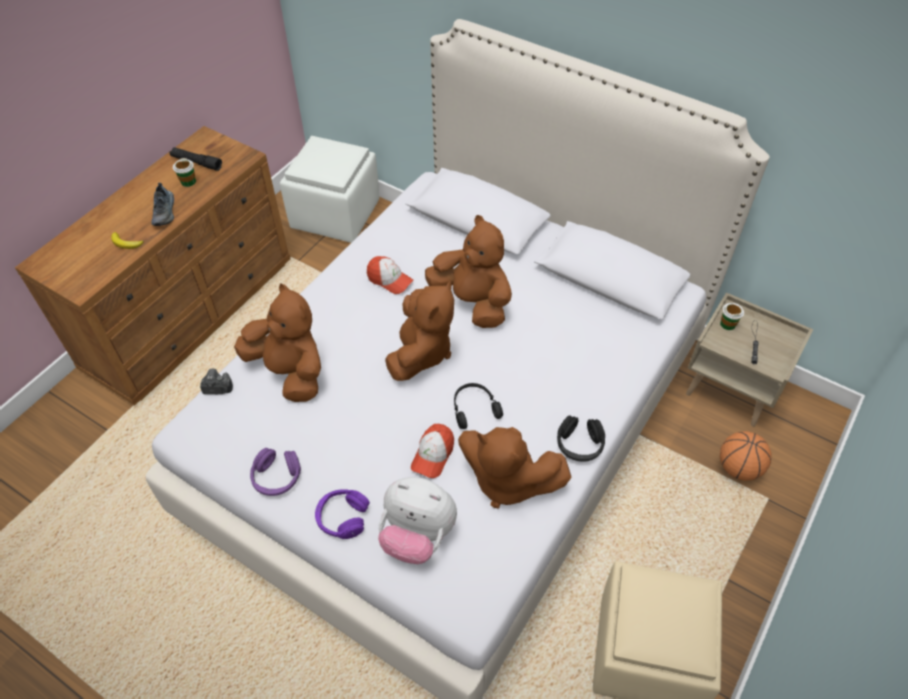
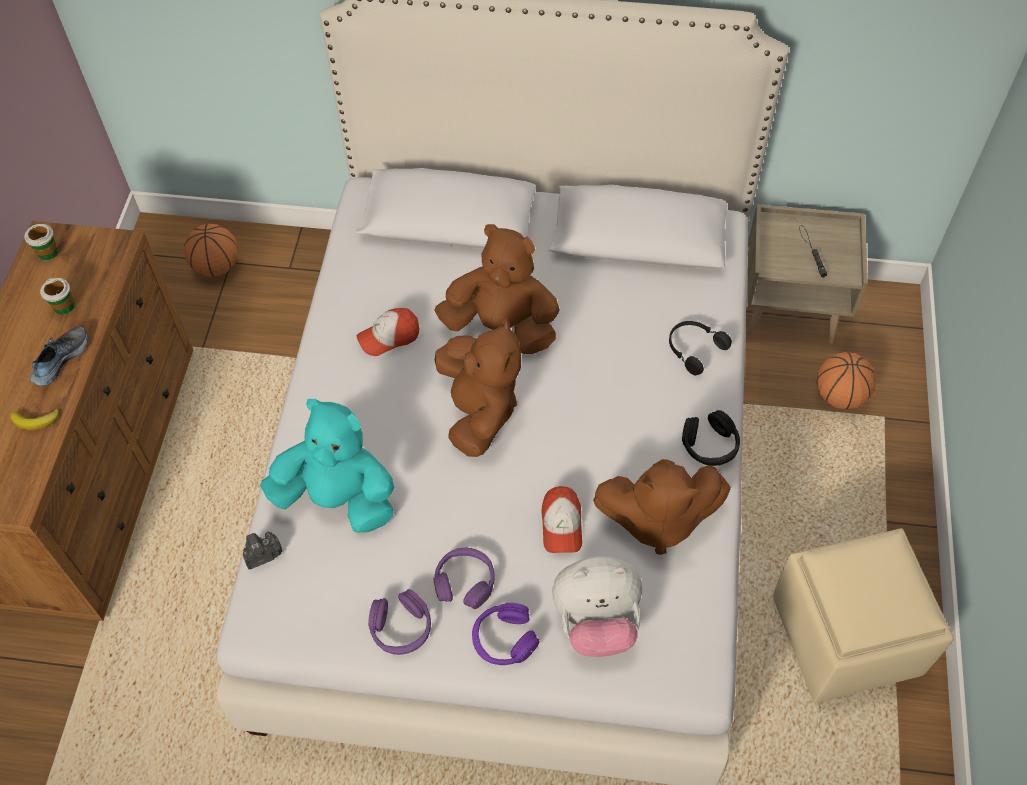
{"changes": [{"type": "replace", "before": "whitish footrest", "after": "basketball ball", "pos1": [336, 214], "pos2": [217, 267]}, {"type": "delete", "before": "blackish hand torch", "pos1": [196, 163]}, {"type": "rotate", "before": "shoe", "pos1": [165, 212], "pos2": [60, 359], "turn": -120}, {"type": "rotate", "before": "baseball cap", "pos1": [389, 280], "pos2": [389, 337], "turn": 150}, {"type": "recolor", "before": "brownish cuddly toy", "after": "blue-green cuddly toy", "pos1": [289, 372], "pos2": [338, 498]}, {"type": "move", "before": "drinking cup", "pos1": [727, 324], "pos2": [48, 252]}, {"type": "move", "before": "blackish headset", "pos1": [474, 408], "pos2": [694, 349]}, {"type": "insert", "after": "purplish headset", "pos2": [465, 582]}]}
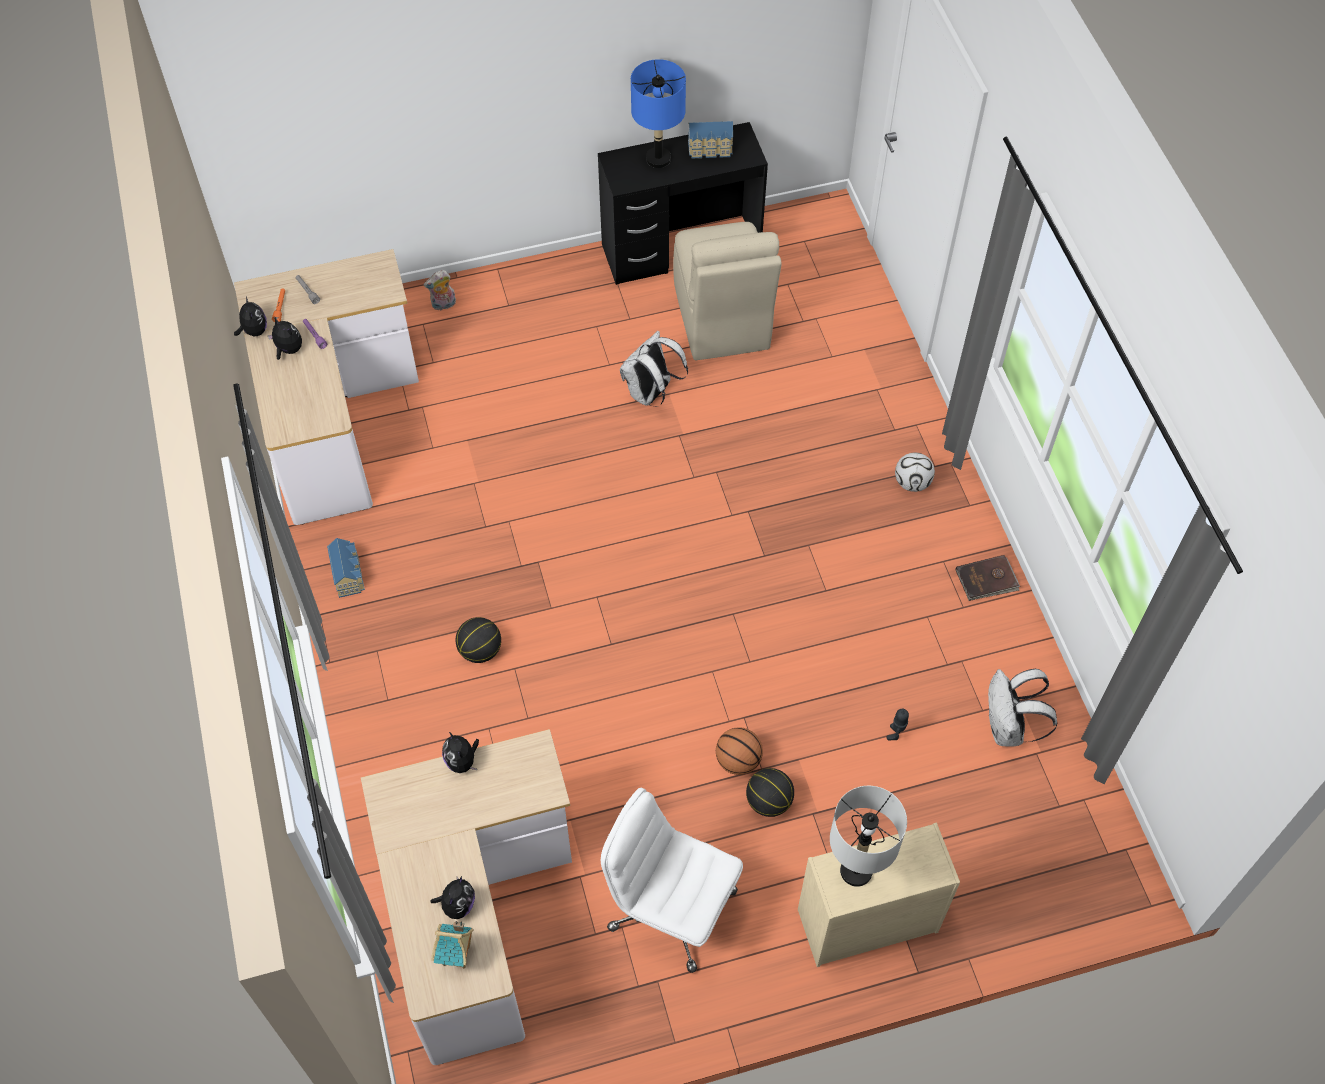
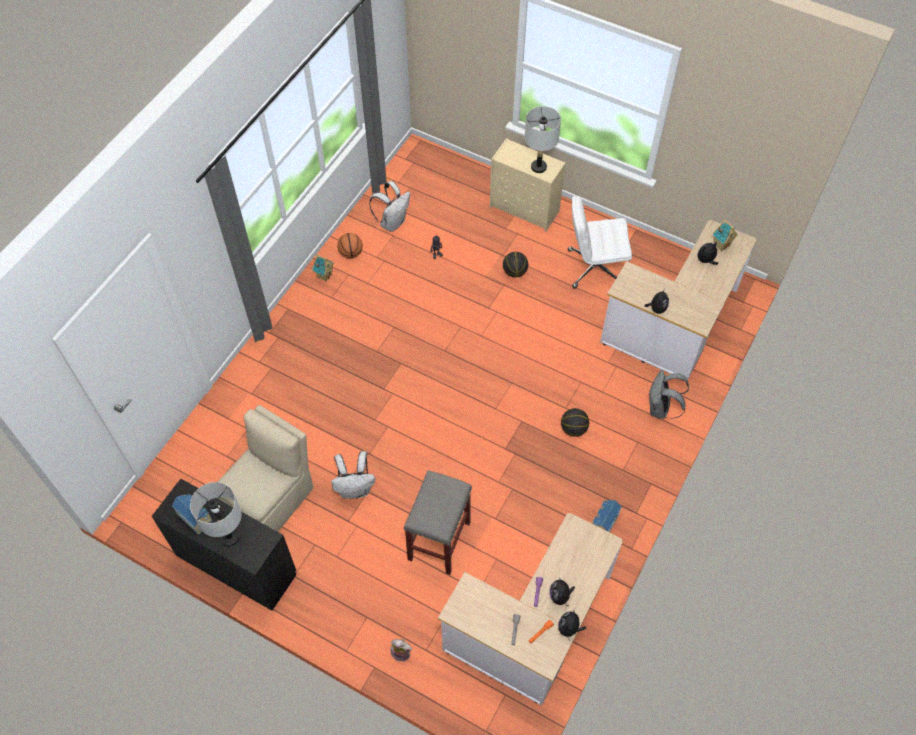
{"changes": [{"type": "recolor", "before": "bluish tabletop lamp", "after": "gray tabletop lamp", "pos1": [658, 159], "pos2": [229, 537]}, {"type": "delete", "before": "ball for football", "pos1": [912, 482]}, {"type": "replace", "before": "brownish volume", "after": "toy house", "pos1": [987, 580], "pos2": [324, 275]}, {"type": "move", "before": "basketball ball", "pos1": [738, 760], "pos2": [351, 253]}, {"type": "rotate", "before": "whitish office chair", "pos1": [670, 909], "pos2": [594, 268], "turn": 105}, {"type": "insert", "after": "gray knapsack", "pos2": [660, 409]}, {"type": "insert", "after": "gray stool seat", "pos2": [439, 540]}]}
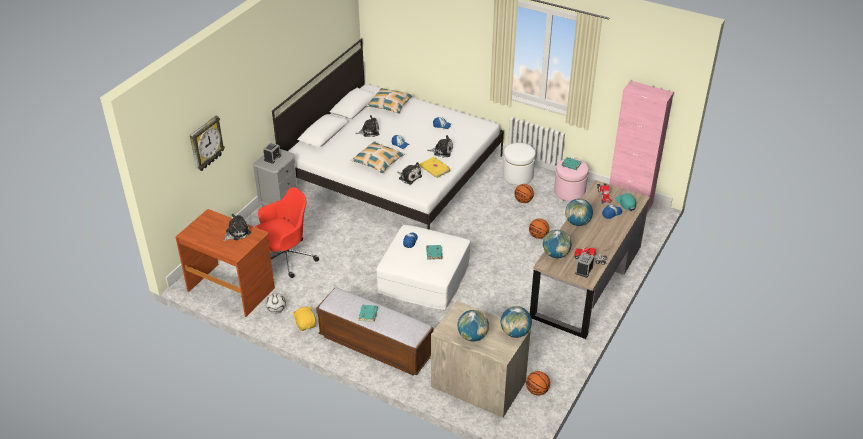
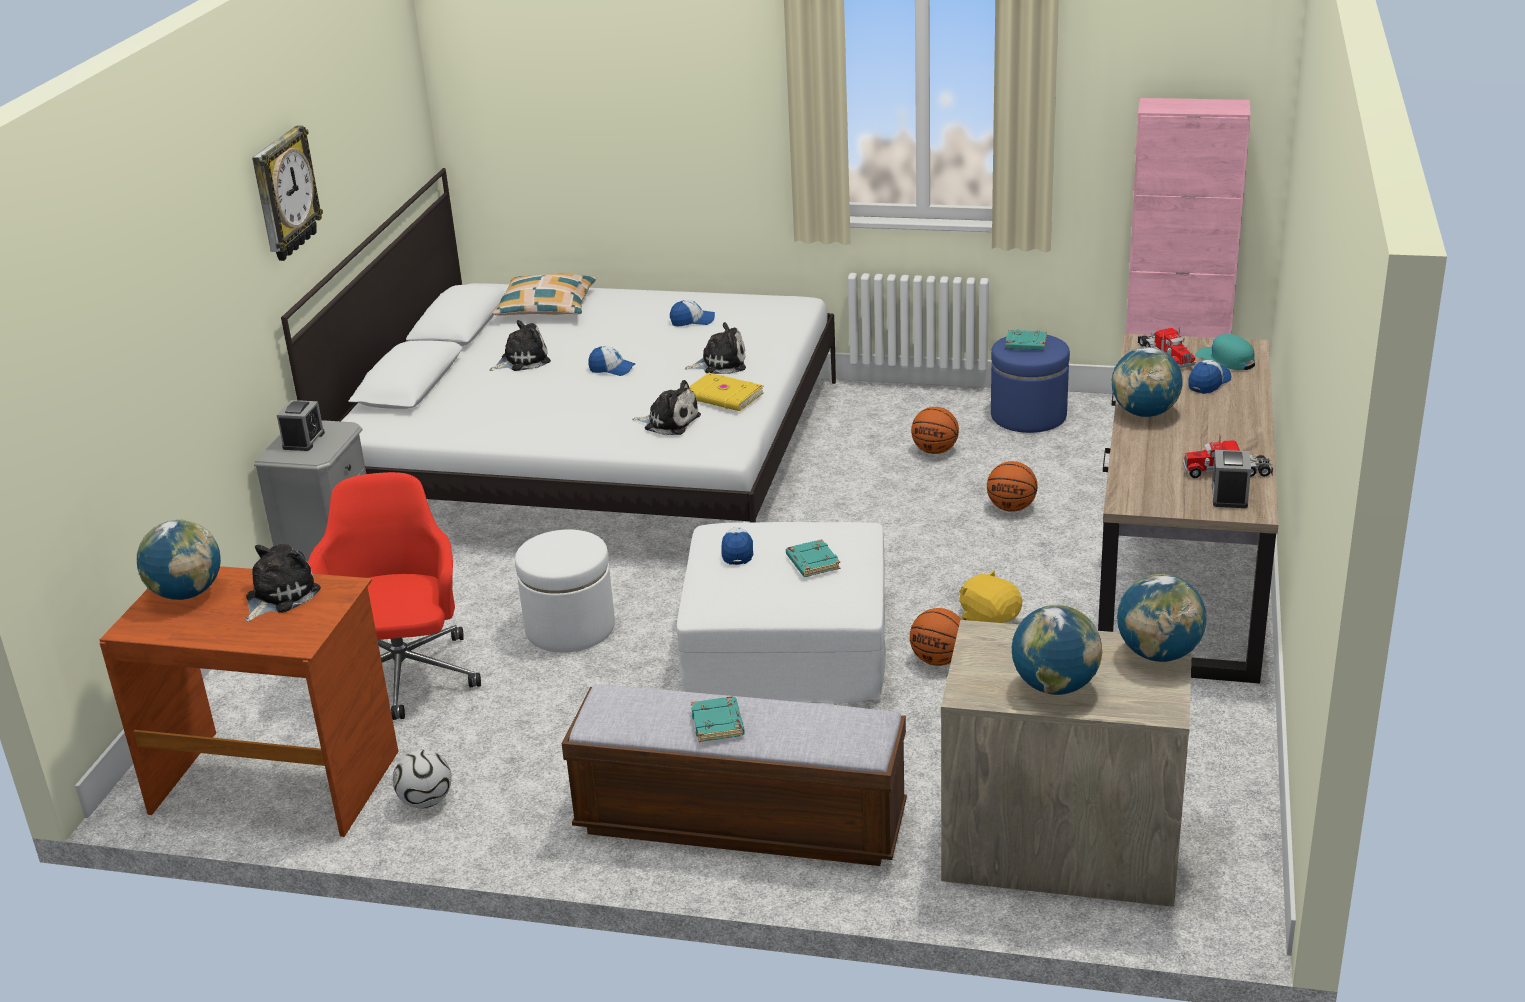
{"changes": [{"type": "move", "before": "hanging clock", "pos1": [206, 144], "pos2": [284, 194]}, {"type": "delete", "before": "pillow", "pos1": [378, 161]}, {"type": "move", "before": "whitish footrest", "pos1": [518, 176], "pos2": [570, 628]}, {"type": "recolor", "before": "pink-coloured footrest", "after": "bluish footrest", "pos1": [569, 192], "pos2": [1028, 416]}, {"type": "rotate", "before": "red-coloured office chair", "pos1": [286, 258], "pos2": [401, 679], "turn": -45}, {"type": "move", "before": "globe", "pos1": [555, 254], "pos2": [187, 593]}, {"type": "move", "before": "yellow-coloured cuddly toy", "pos1": [306, 324], "pos2": [989, 619]}, {"type": "move", "before": "basketball ball", "pos1": [537, 391], "pos2": [938, 660]}]}
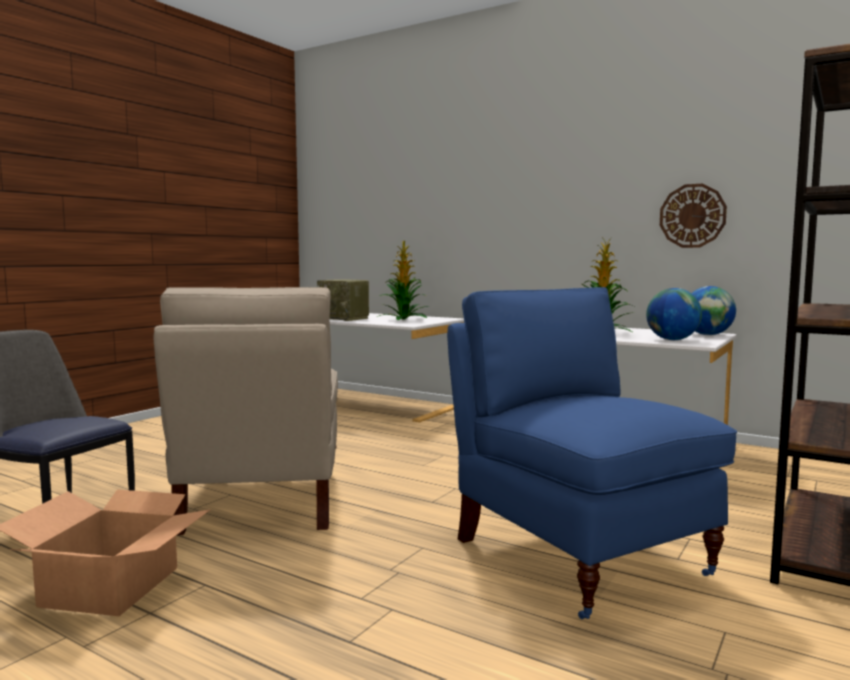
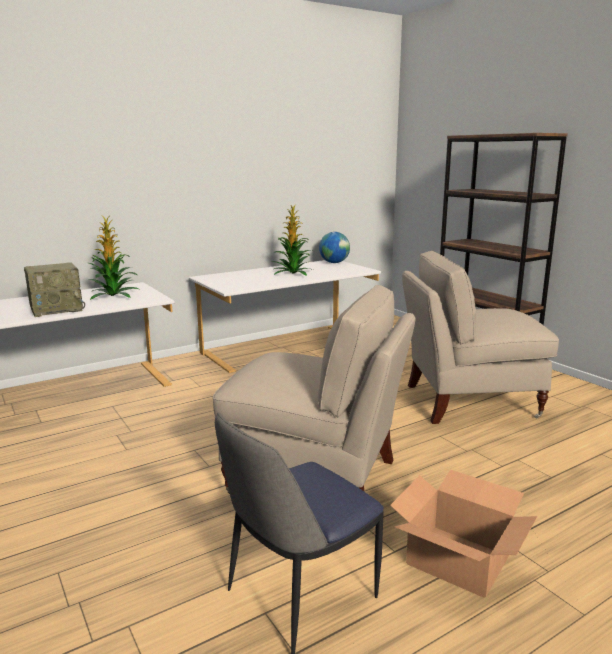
{"changes": [{"type": "delete", "before": "hanging clock", "pos1": [692, 216]}, {"type": "recolor", "before": "bluish upright chair", "after": "beige upright chair", "pos1": [577, 555], "pos2": [468, 401]}, {"type": "delete", "before": "globe", "pos1": [672, 340]}]}
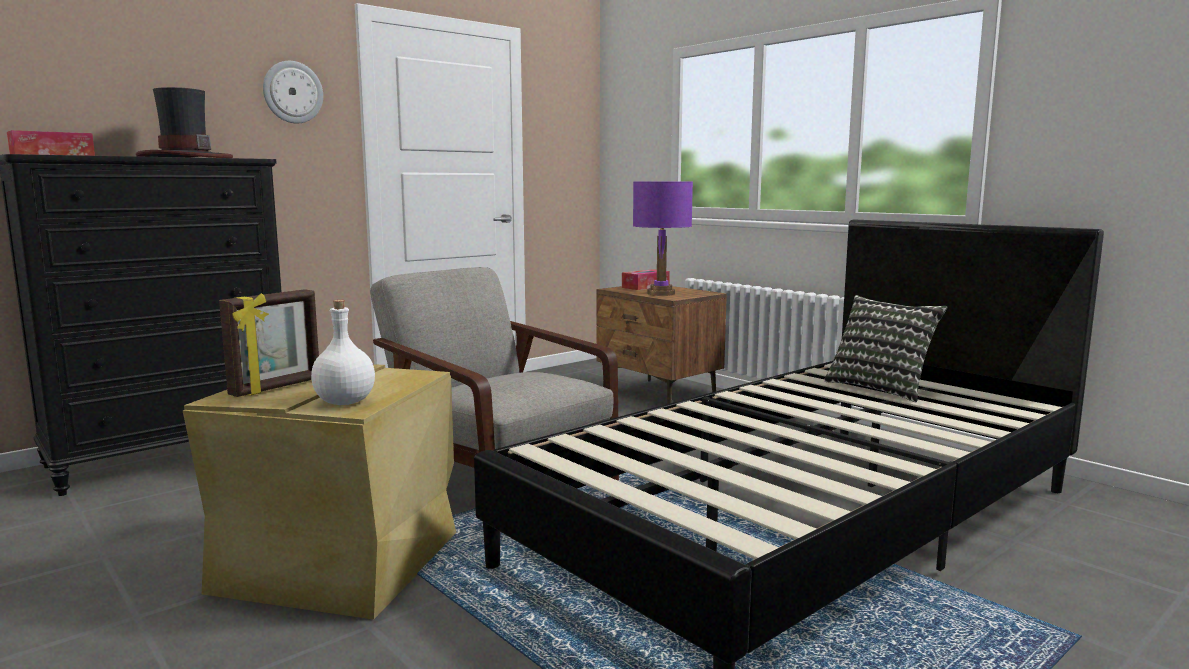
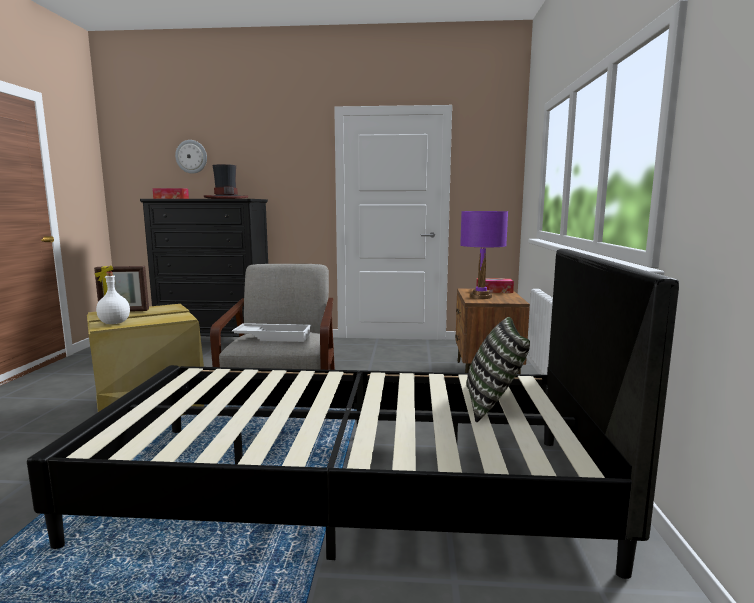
{"changes": [{"type": "move", "before": "hanging clock", "pos1": [292, 92], "pos2": [191, 156]}, {"type": "insert", "after": "whitish carrying tray", "pos2": [274, 337]}]}
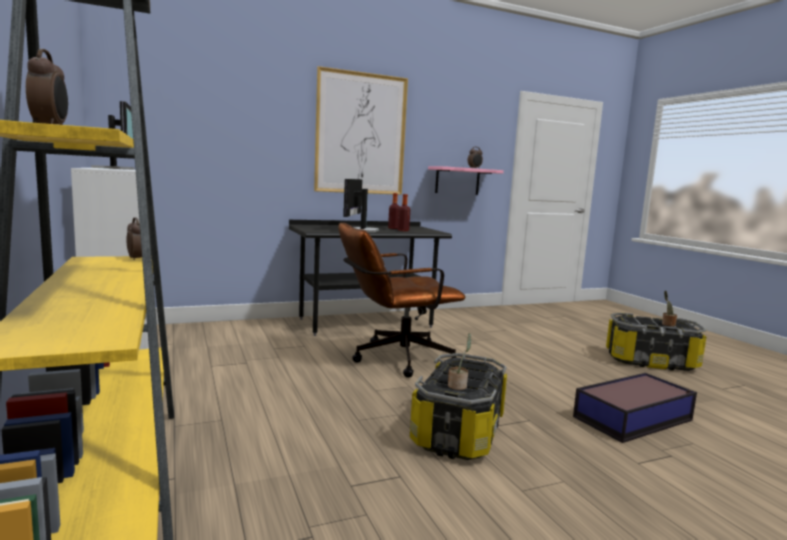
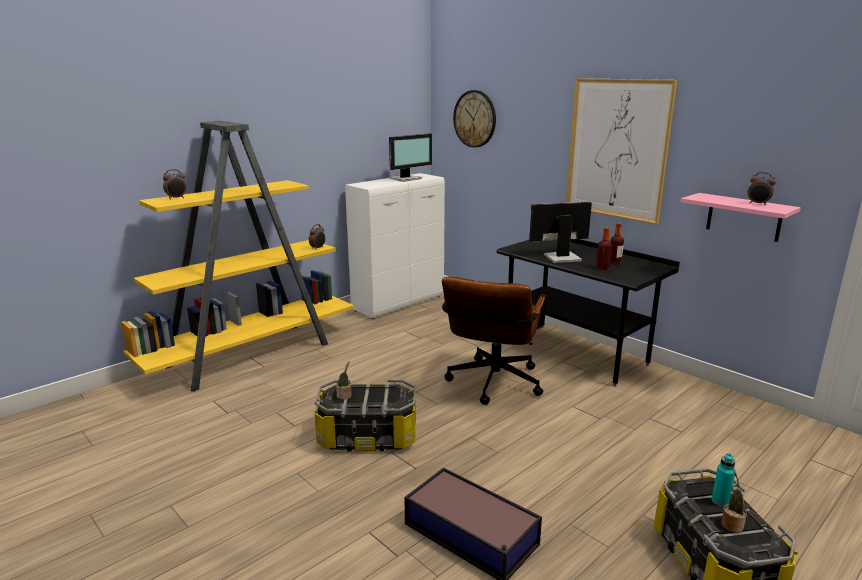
{"changes": [{"type": "rotate", "before": "brownish office chair", "pos1": [394, 359], "pos2": [492, 385], "turn": -120}, {"type": "insert", "after": "hanging clock", "pos2": [475, 119]}, {"type": "insert", "after": "blue-green drink bottle", "pos2": [720, 501]}]}
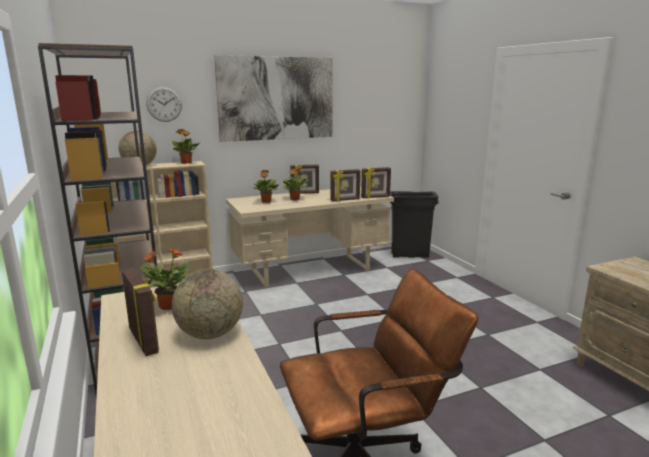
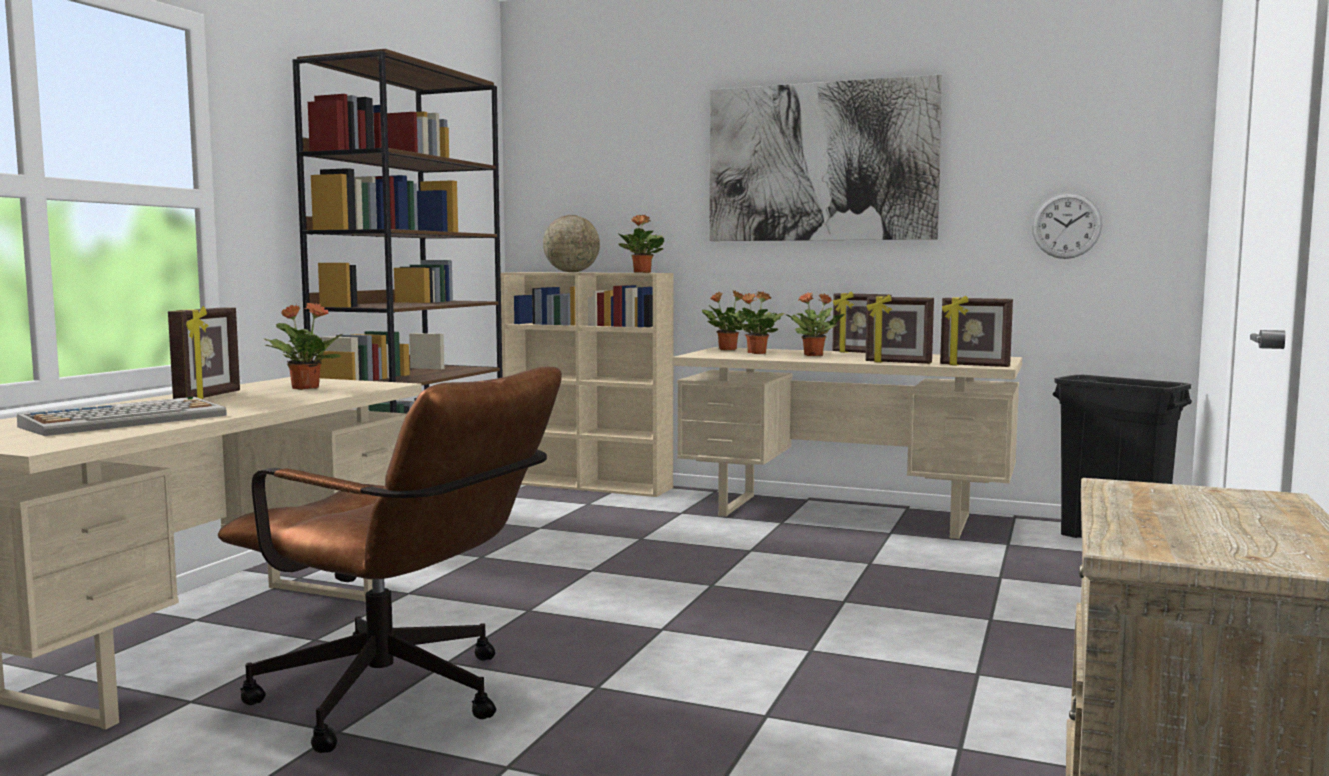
{"changes": [{"type": "move", "before": "hanging clock", "pos1": [164, 104], "pos2": [1066, 225]}, {"type": "delete", "before": "globe", "pos1": [210, 334]}, {"type": "insert", "after": "potted plant", "pos2": [727, 349]}, {"type": "insert", "after": "keyboard", "pos2": [127, 420]}]}
